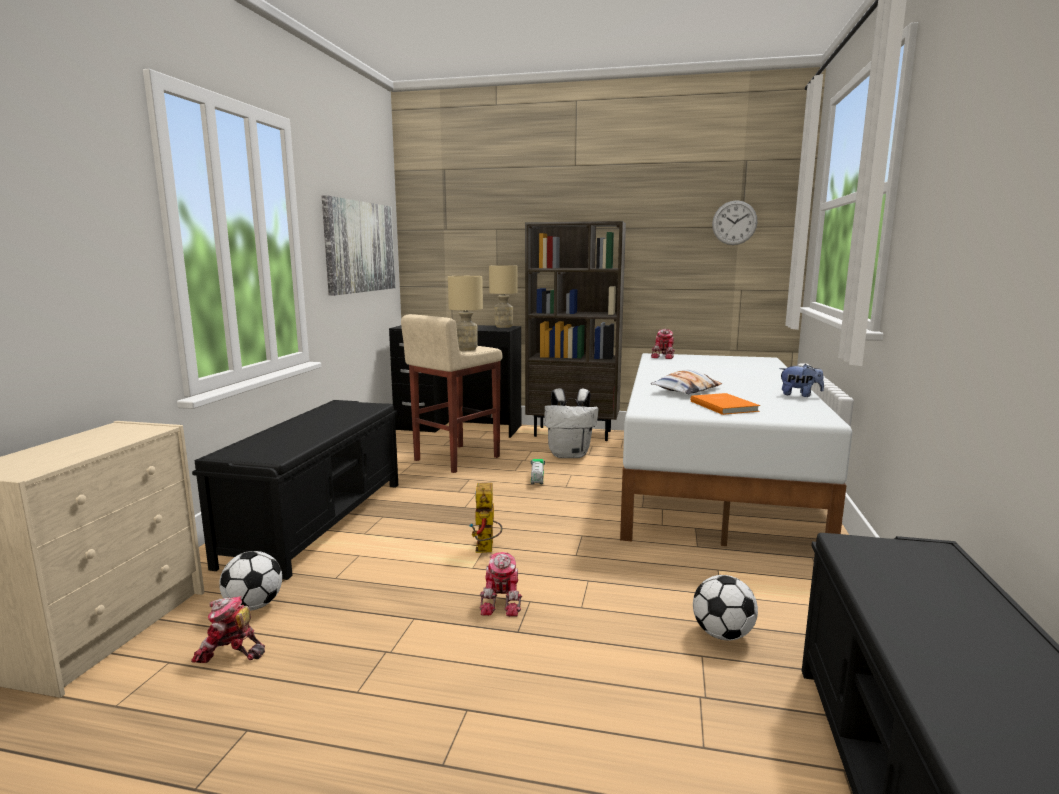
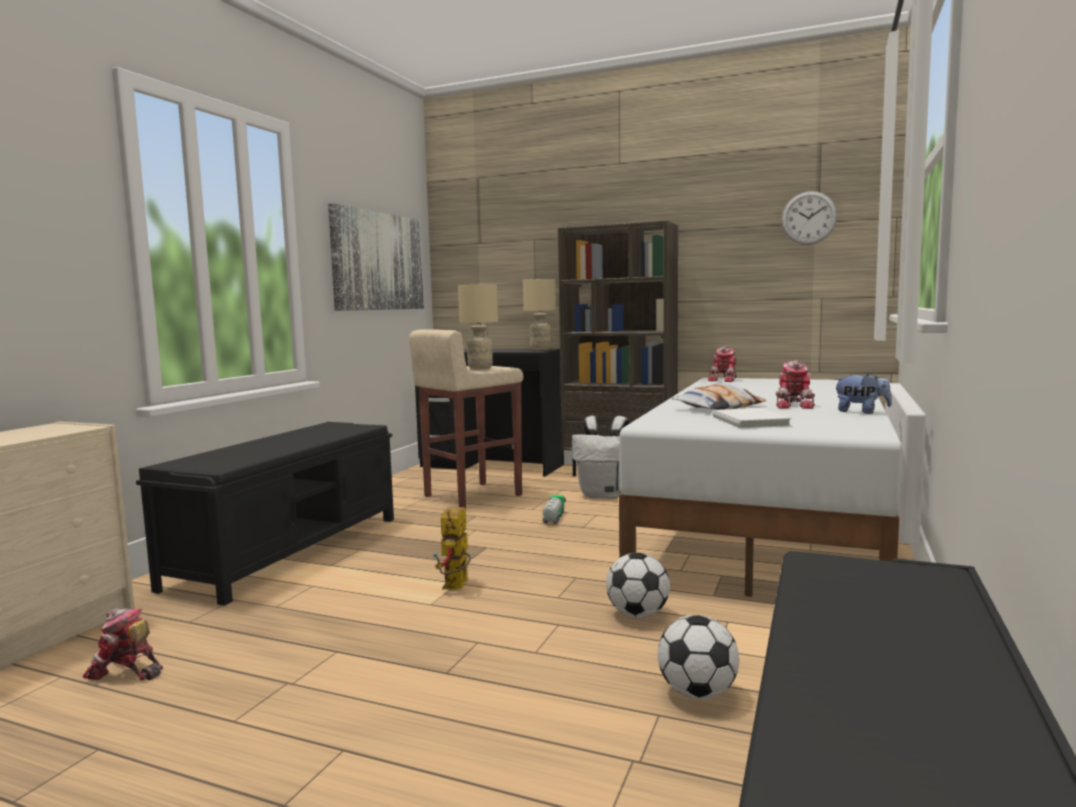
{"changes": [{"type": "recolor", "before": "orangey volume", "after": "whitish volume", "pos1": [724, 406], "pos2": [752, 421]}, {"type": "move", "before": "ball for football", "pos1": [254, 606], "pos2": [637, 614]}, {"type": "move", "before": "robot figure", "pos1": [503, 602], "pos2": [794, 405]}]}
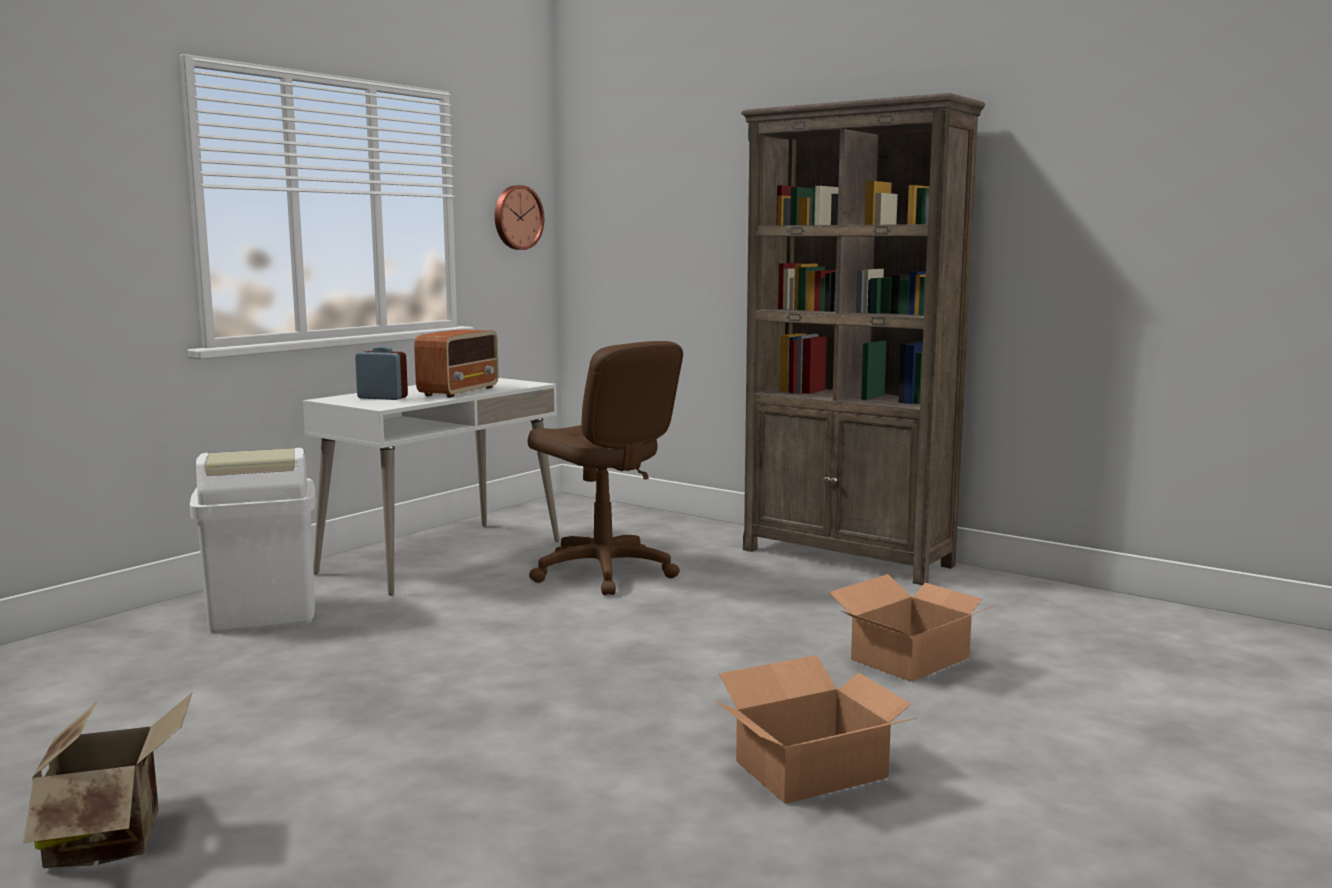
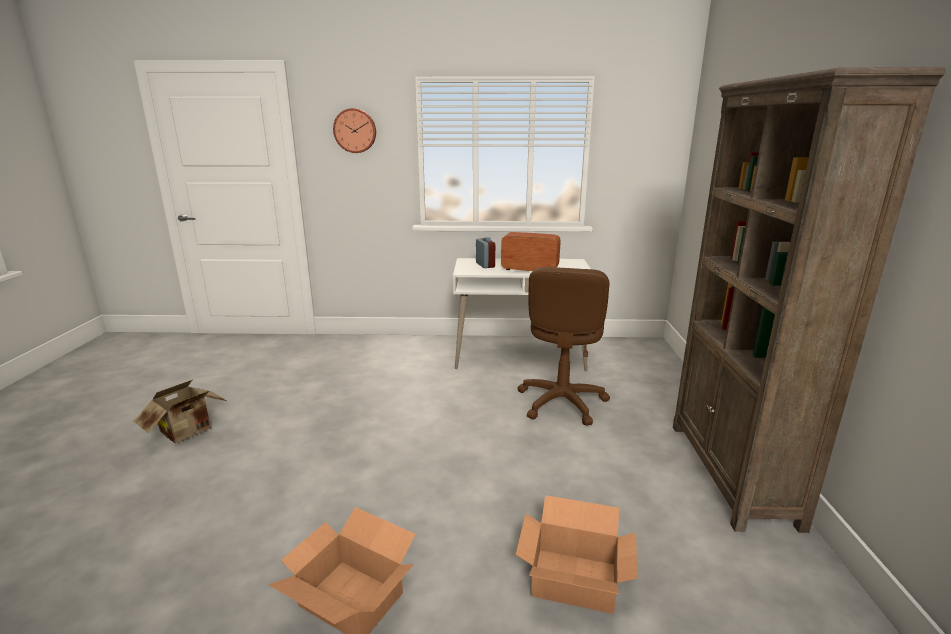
{"changes": [{"type": "move", "before": "hanging clock", "pos1": [517, 217], "pos2": [355, 130]}, {"type": "rotate", "before": "radio", "pos1": [459, 391], "pos2": [529, 269], "turn": -150}, {"type": "delete", "before": "whitish rubbish bin", "pos1": [262, 614]}]}
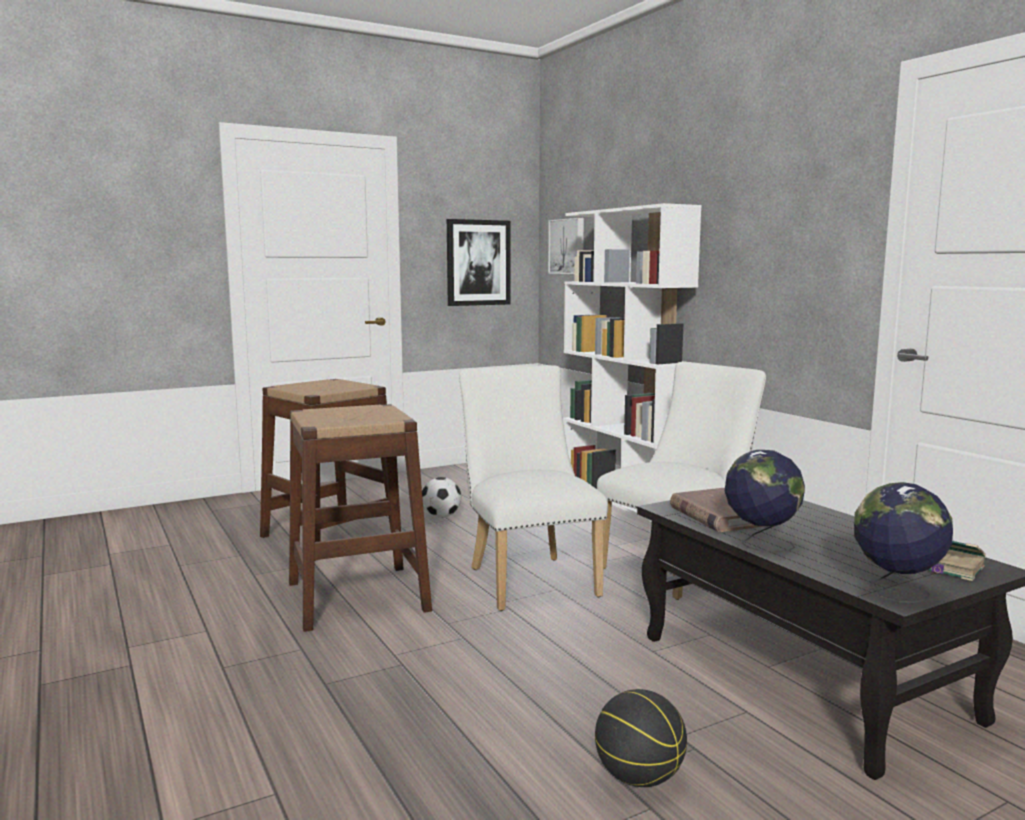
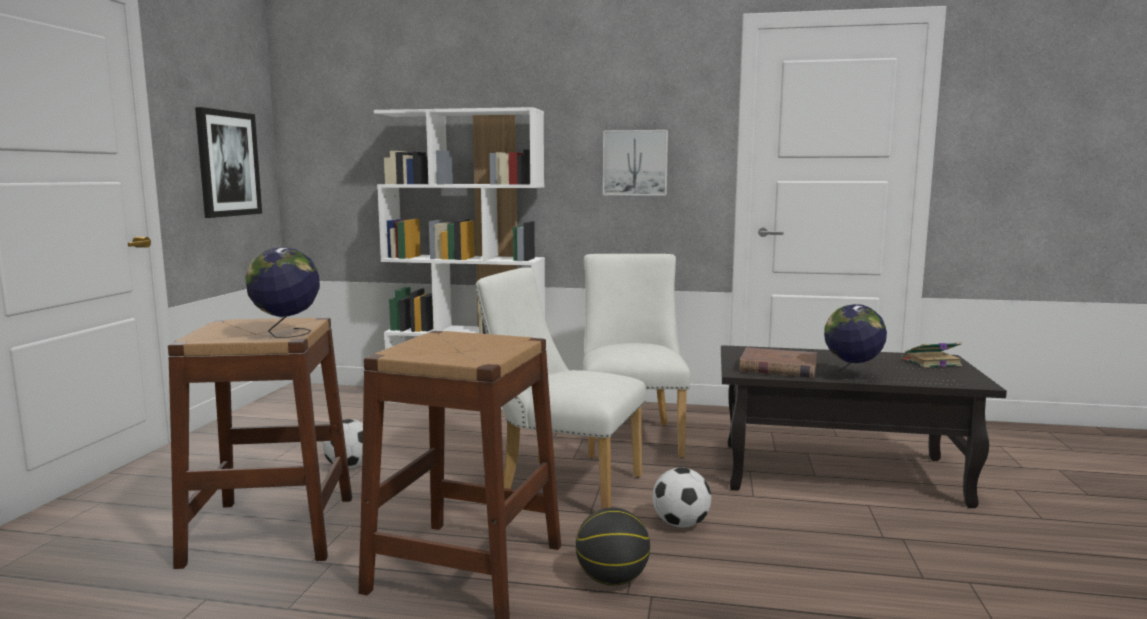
{"changes": [{"type": "move", "before": "wall picture", "pos1": [568, 246], "pos2": [635, 163]}, {"type": "move", "before": "globe", "pos1": [896, 594], "pos2": [286, 334]}, {"type": "move", "before": "basketball ball", "pos1": [639, 778], "pos2": [612, 580]}, {"type": "insert", "after": "ball for football", "pos2": [680, 524]}]}
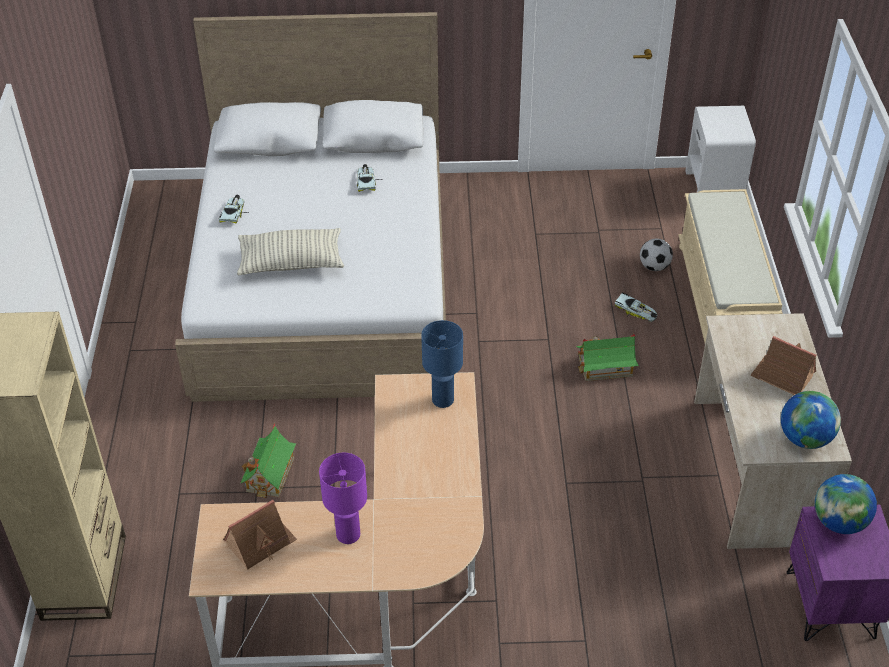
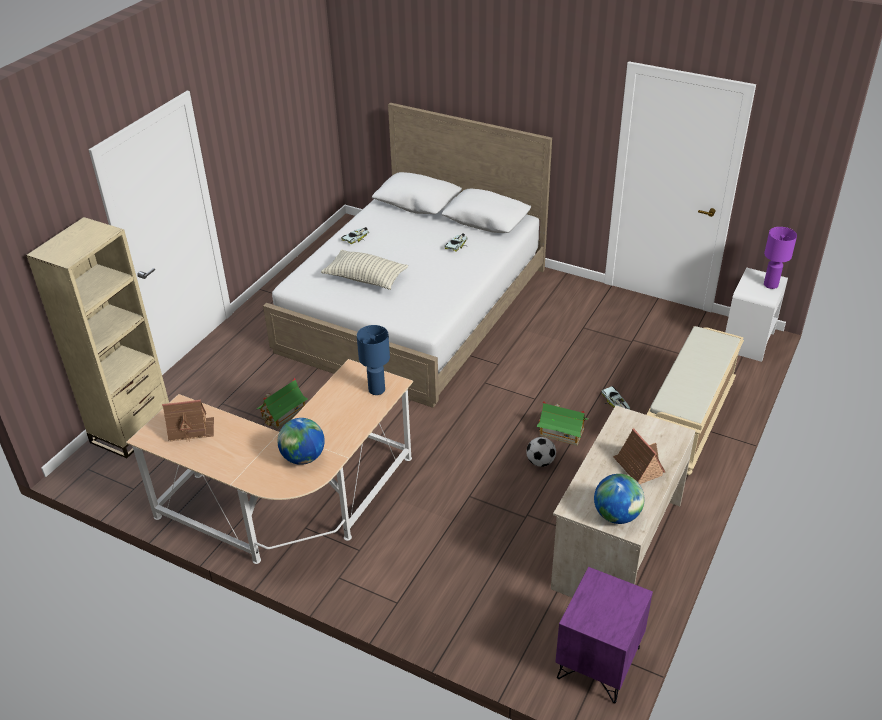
{"changes": [{"type": "move", "before": "ball for football", "pos1": [654, 267], "pos2": [540, 462]}, {"type": "move", "before": "purplish tabletop lamp", "pos1": [347, 534], "pos2": [770, 284]}, {"type": "move", "before": "globe", "pos1": [839, 522], "pos2": [303, 457]}]}
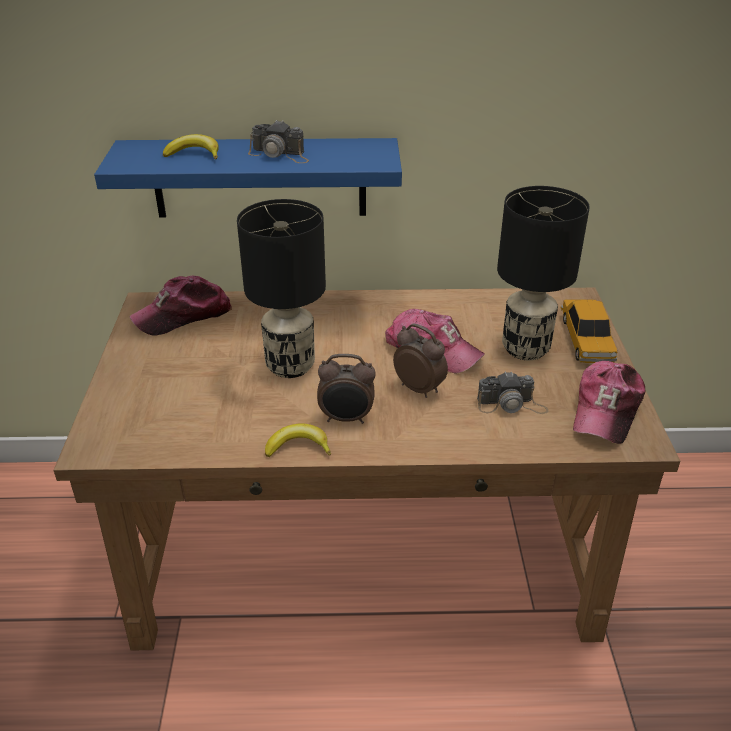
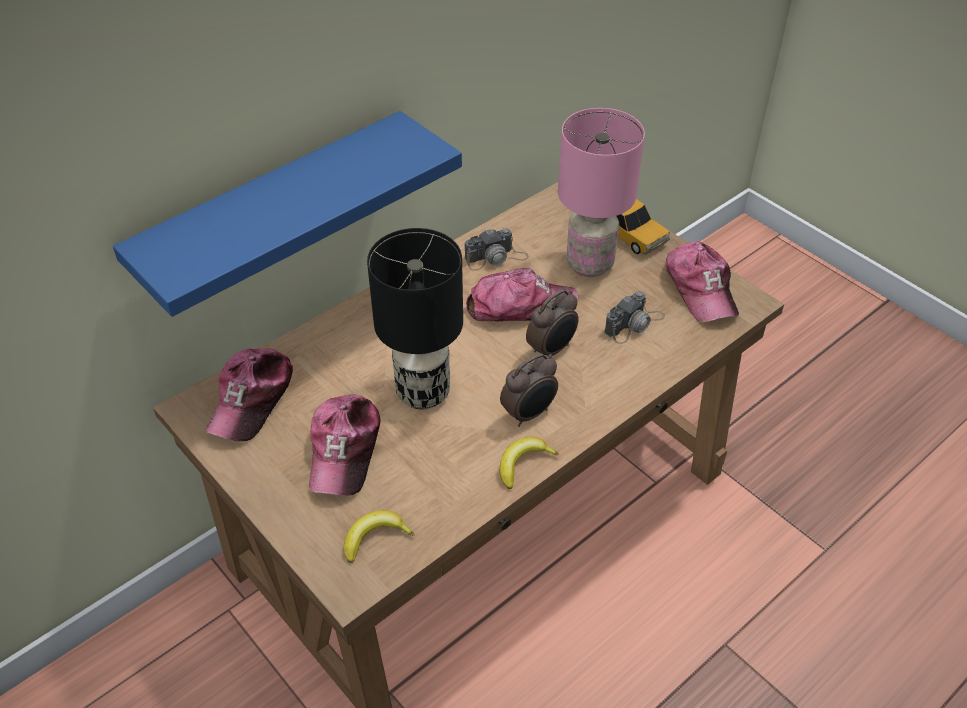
{"changes": [{"type": "move", "before": "photo camera", "pos1": [280, 154], "pos2": [496, 258]}, {"type": "move", "before": "whole banana", "pos1": [194, 154], "pos2": [374, 538]}, {"type": "recolor", "before": "blackish tabletop lamp", "after": "pink-coloured tabletop lamp", "pos1": [525, 350], "pos2": [590, 265]}, {"type": "rotate", "before": "table clock", "pos1": [419, 388], "pos2": [552, 350], "turn": 135}, {"type": "insert", "after": "baseball cap", "pos2": [345, 450]}]}
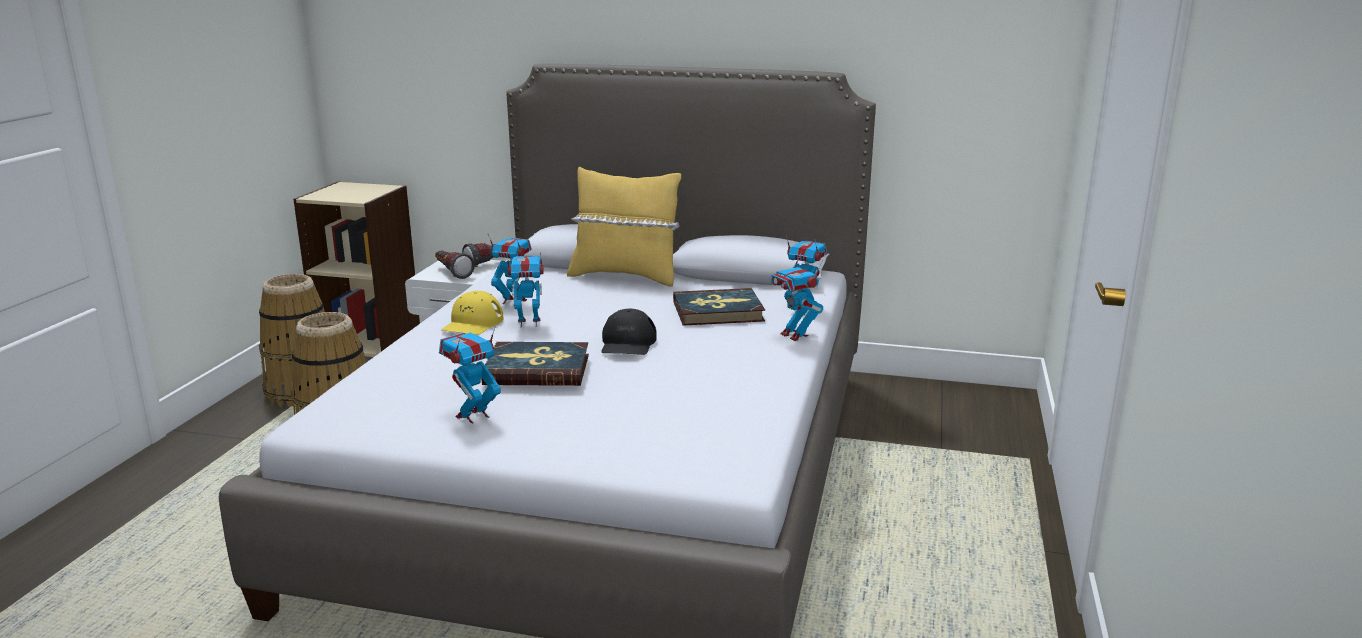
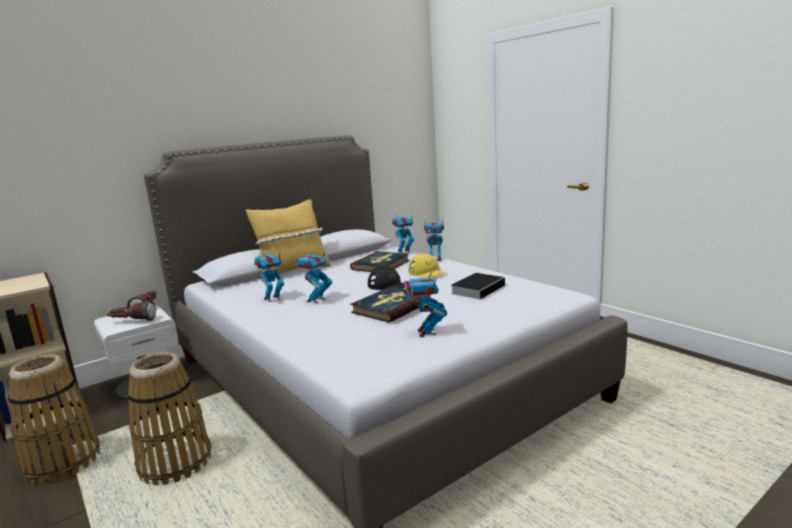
{"changes": [{"type": "move", "before": "yellow-coloured baseball cap", "pos1": [472, 323], "pos2": [427, 272]}, {"type": "insert", "after": "volume", "pos2": [478, 289]}]}
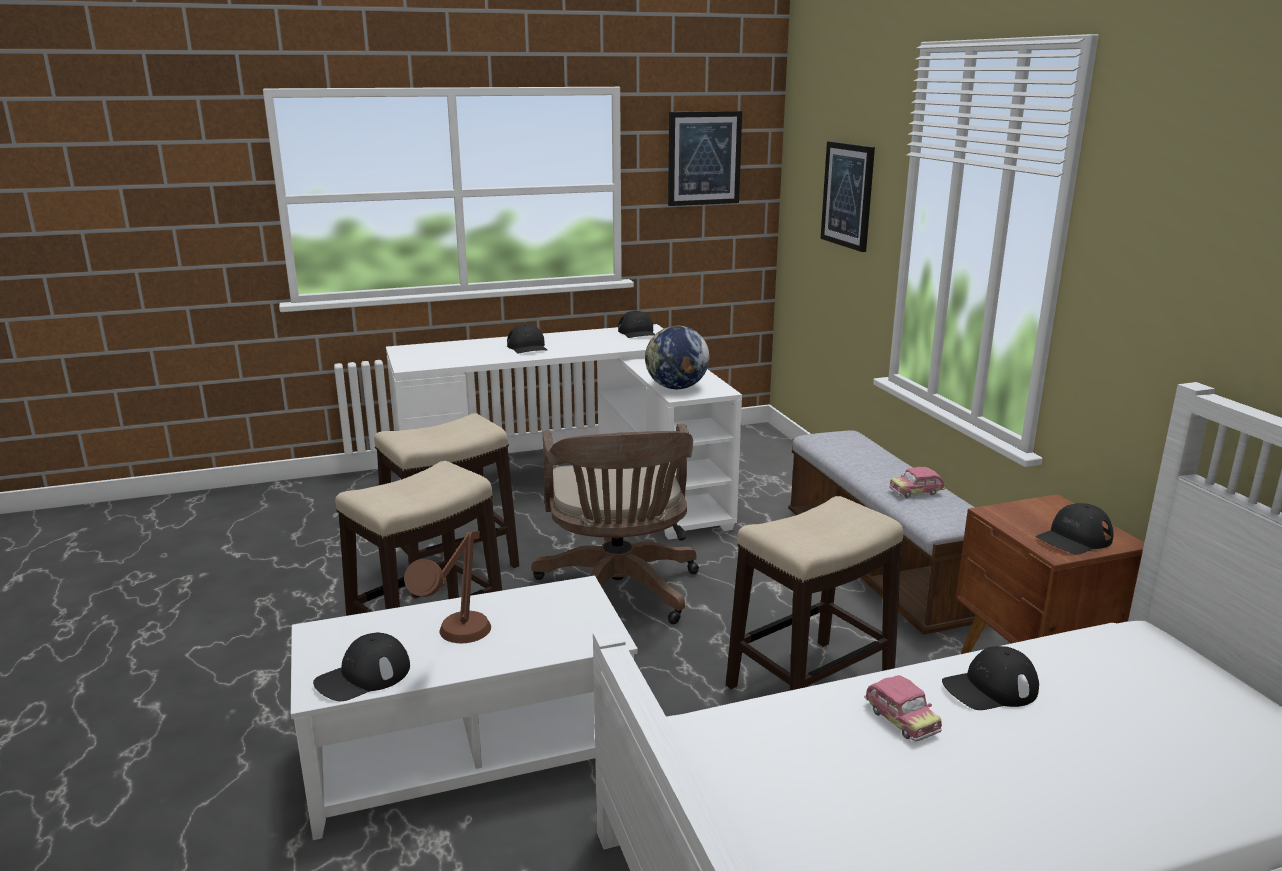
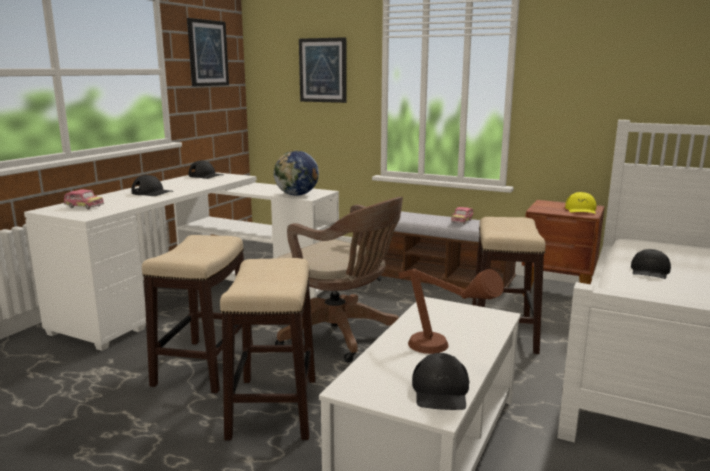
{"changes": [{"type": "recolor", "before": "blackish baseball cap", "after": "yellow-coloured baseball cap", "pos1": [1074, 538], "pos2": [581, 210]}, {"type": "move", "before": "model car", "pos1": [900, 720], "pos2": [84, 207]}]}
